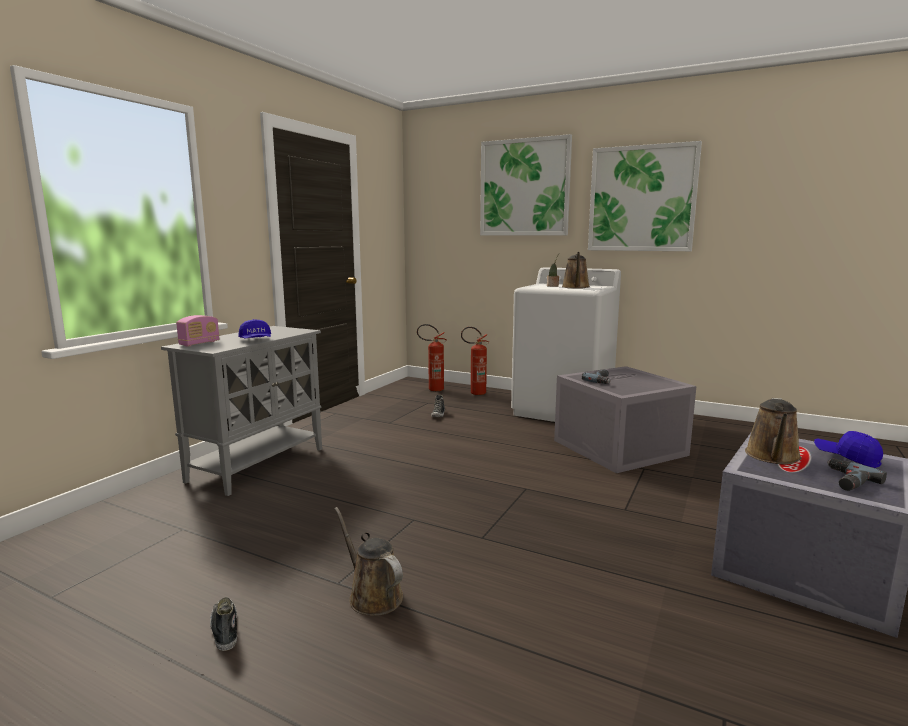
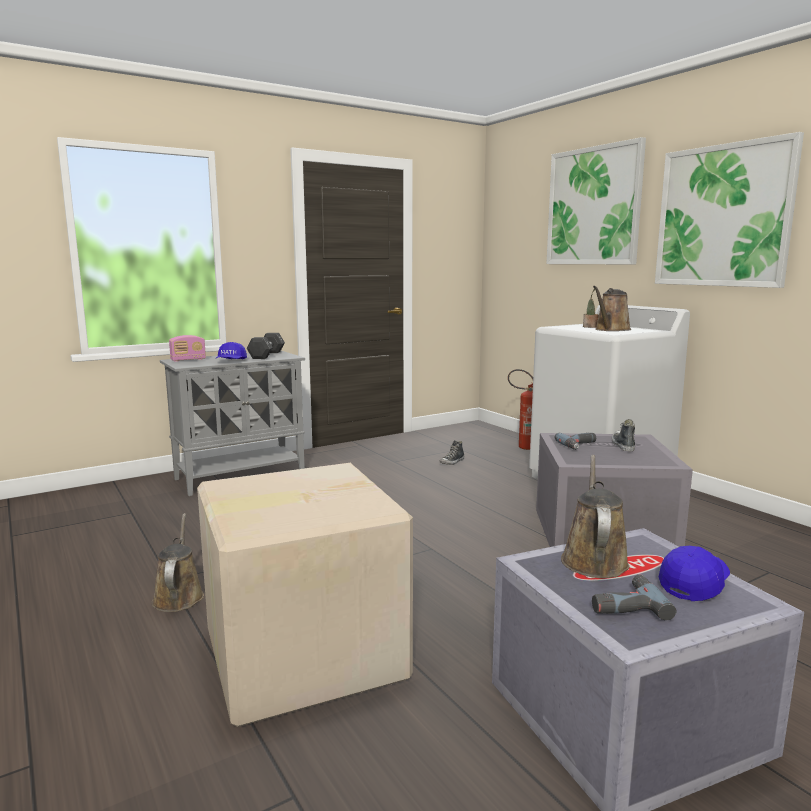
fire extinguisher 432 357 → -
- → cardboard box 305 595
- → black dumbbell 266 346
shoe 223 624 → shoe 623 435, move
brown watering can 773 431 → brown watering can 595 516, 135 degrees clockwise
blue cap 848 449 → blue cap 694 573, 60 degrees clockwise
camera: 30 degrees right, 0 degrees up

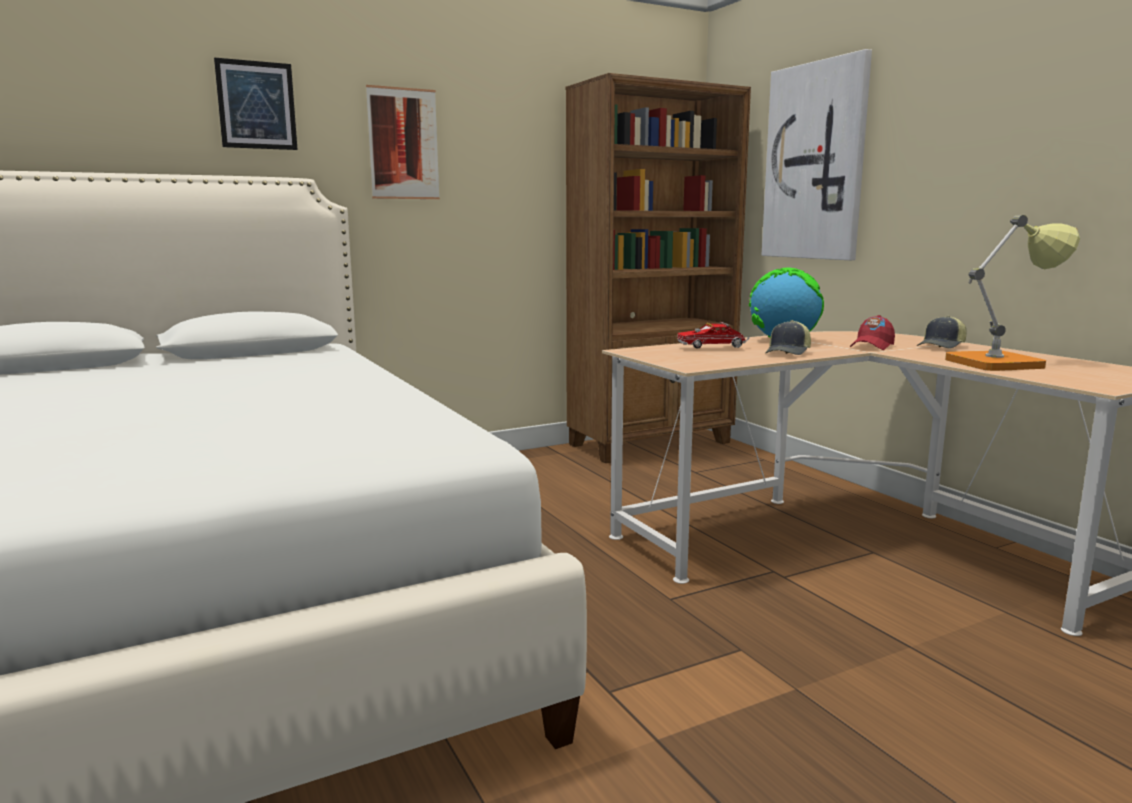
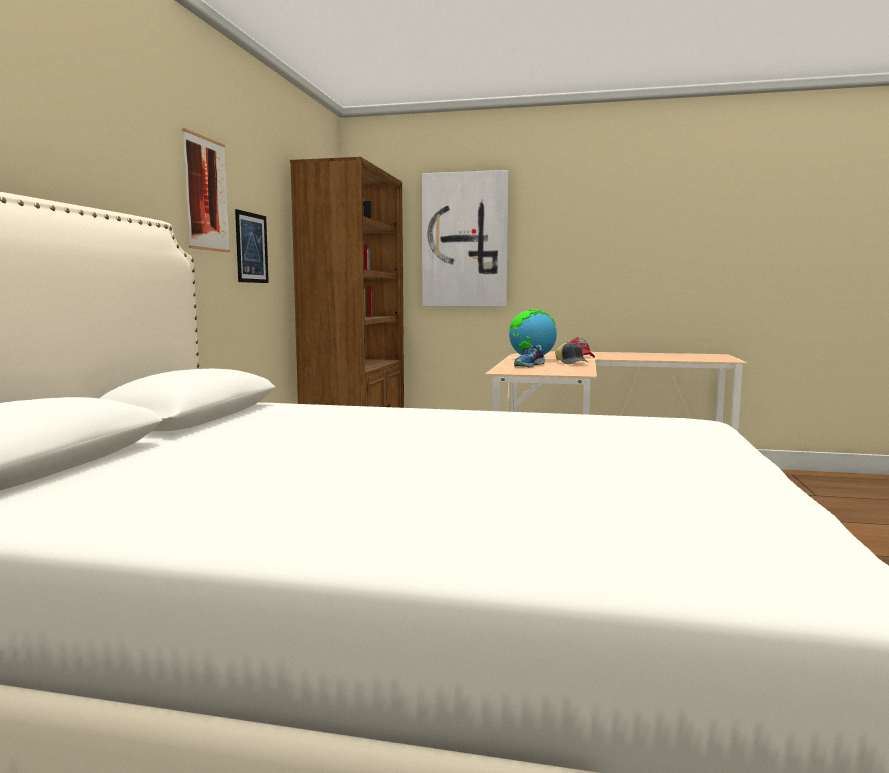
cap 941 332 → -
table lamp 1012 293 → -
picture 256 104 → picture 252 246, move
toy truck 713 335 → shoe 529 356
camera: 50 degrees left, 5 degrees down

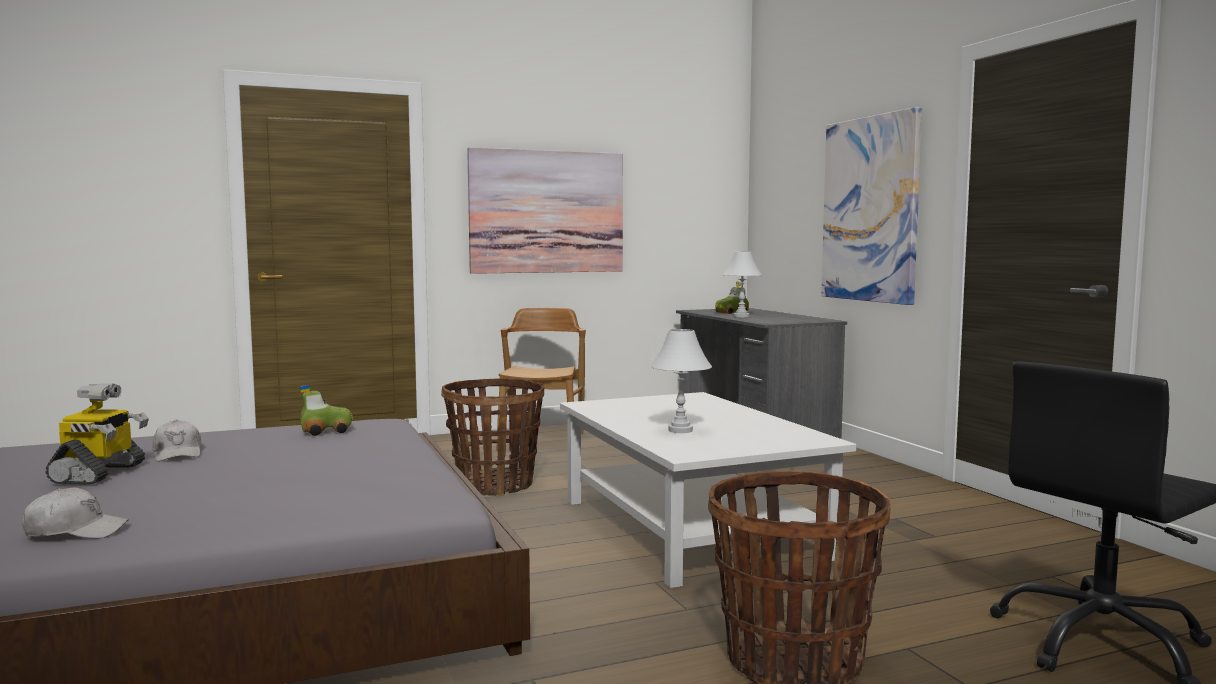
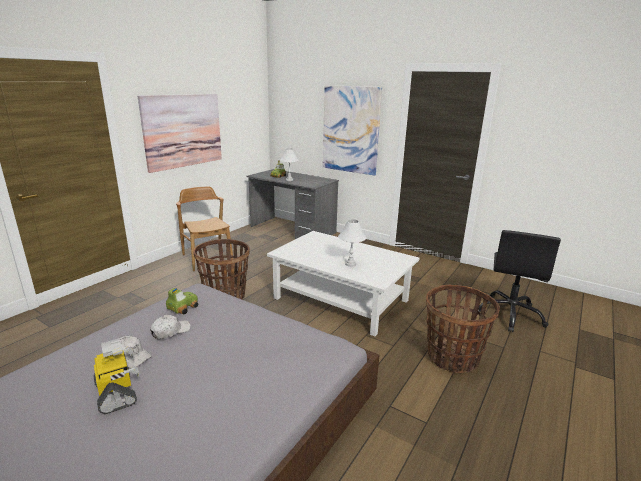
white cap 75 513 → white cap 170 327, move
camera: 35 degrees left, 15 degrees up

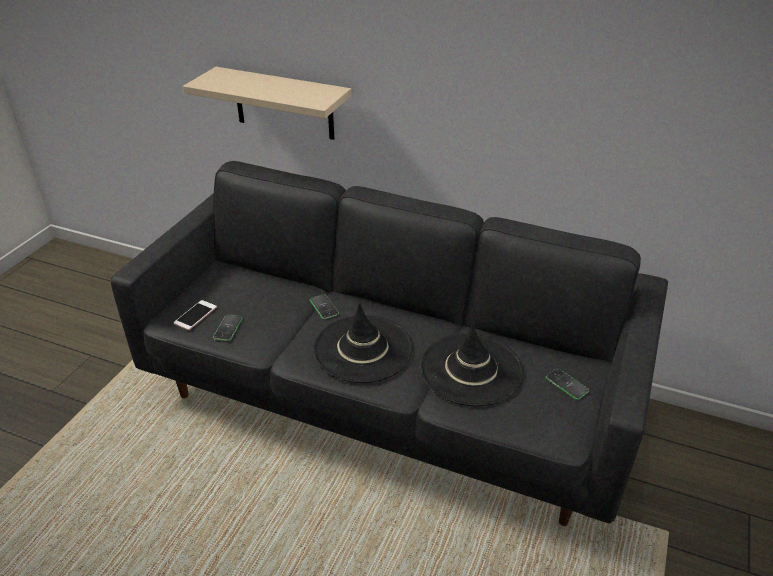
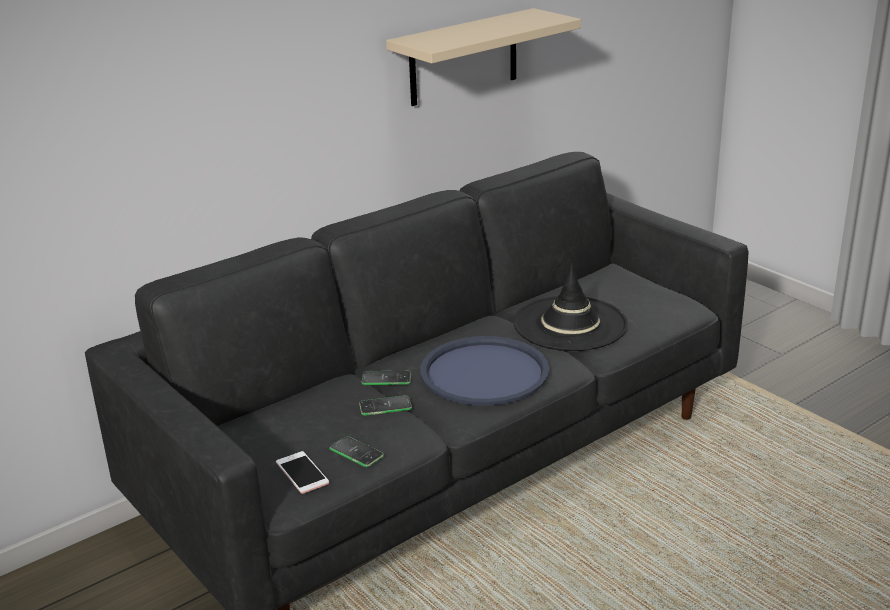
beige shelf 267 103 → beige shelf 483 57, move
phone 567 384 → phone 385 405, move
black hat 363 343 → blue tray 484 371
camera: 60 degrees left, 10 degrees down

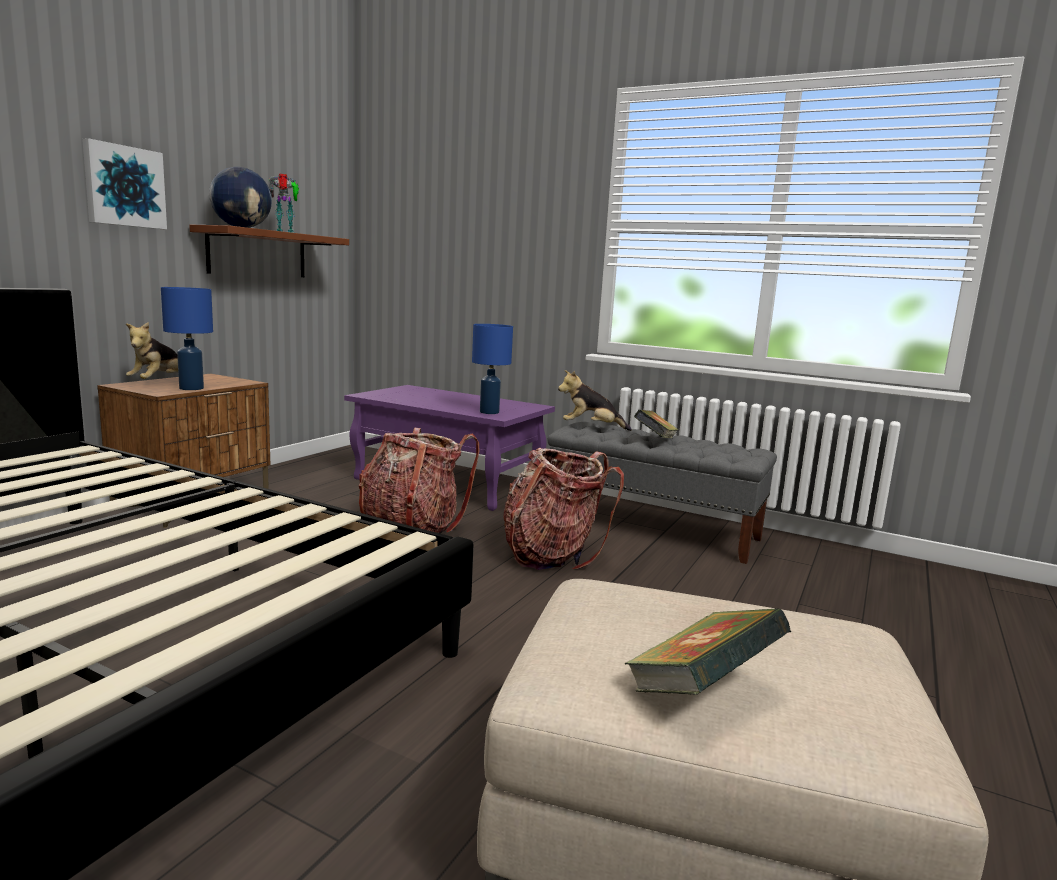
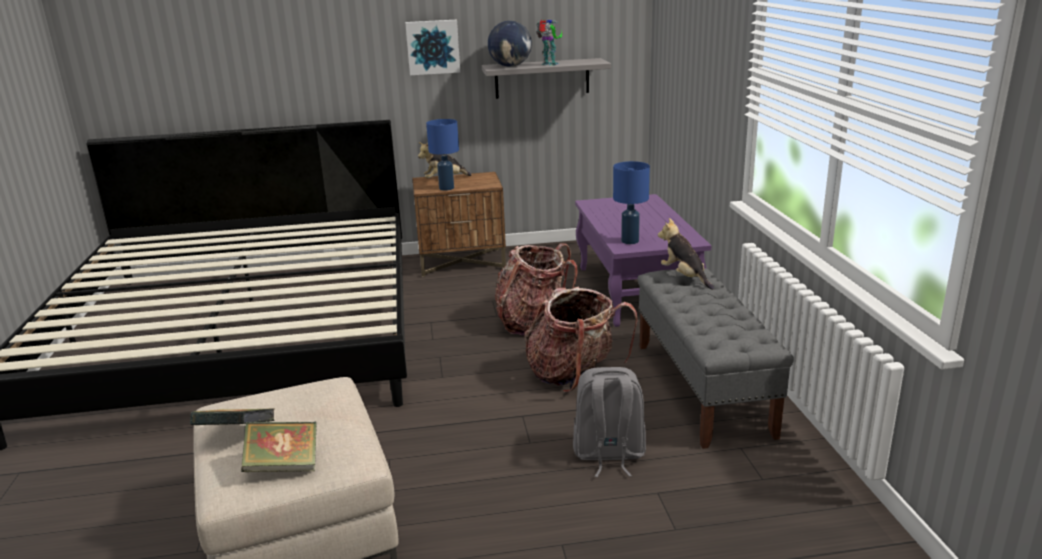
- → grey backpack 609 422
book 656 424 → book 279 447, move
brown shelf 269 251 → grey shelf 546 78
camera: 55 degrees right, 10 degrees up

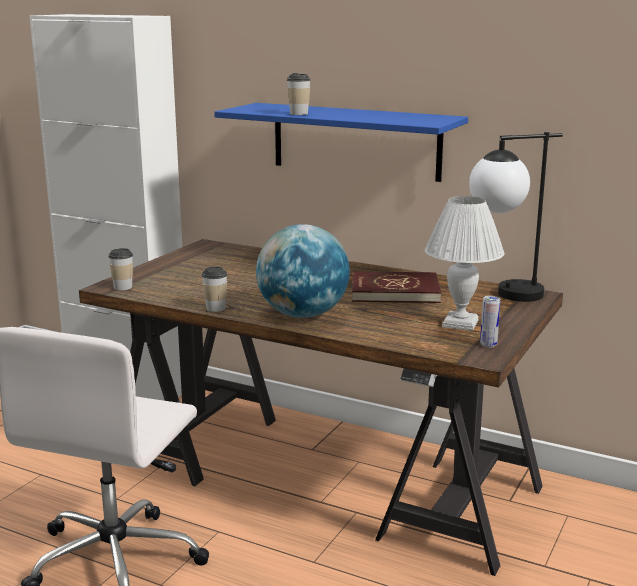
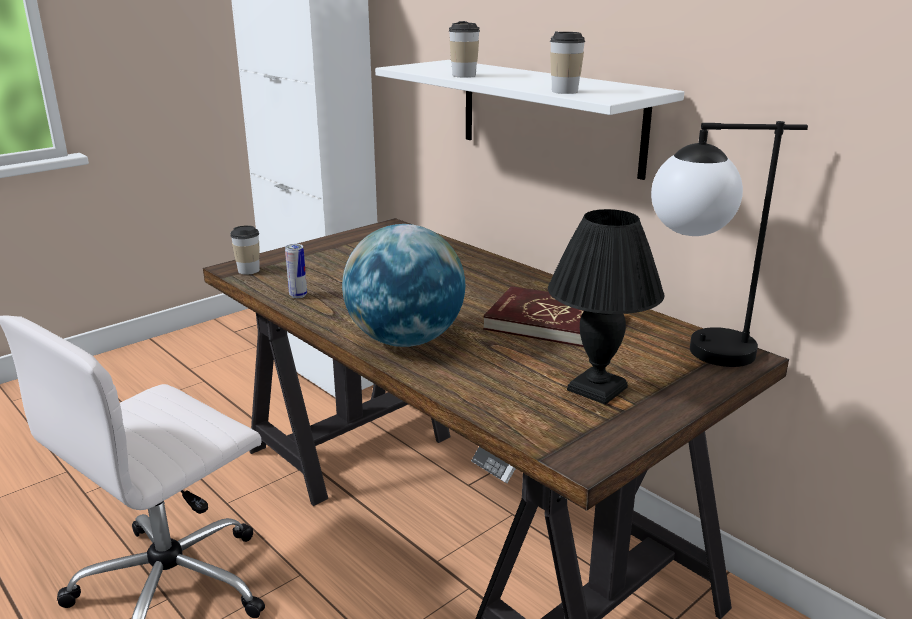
cup 215 289 → cup 567 62, move
can 490 322 → can 296 271, move
blue shelf 341 142 → white shelf 529 120
white table lamp 465 263 → black table lamp 606 307
camera: 20 degrees right, 5 degrees up

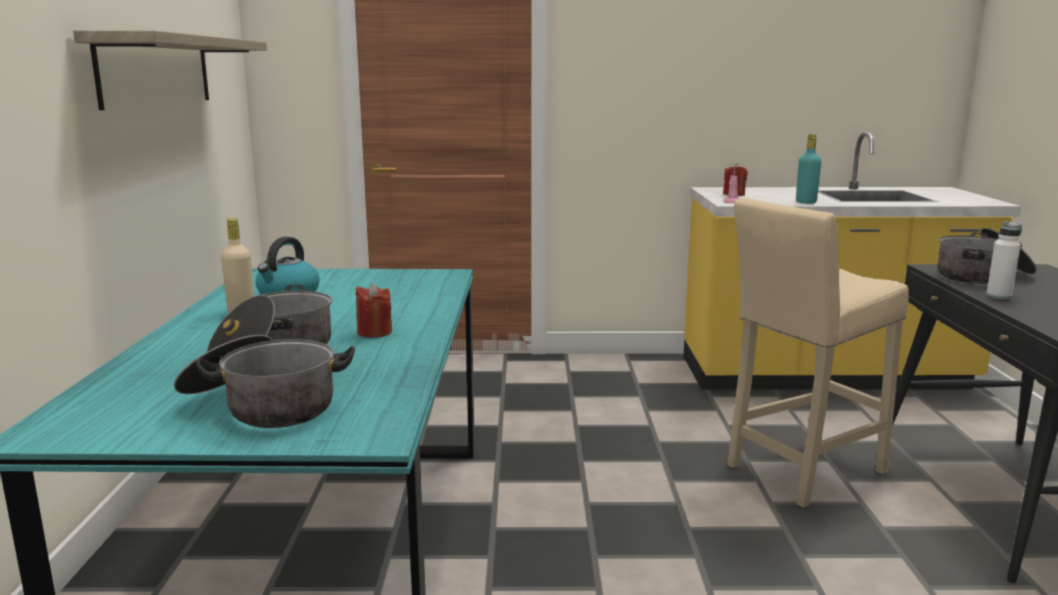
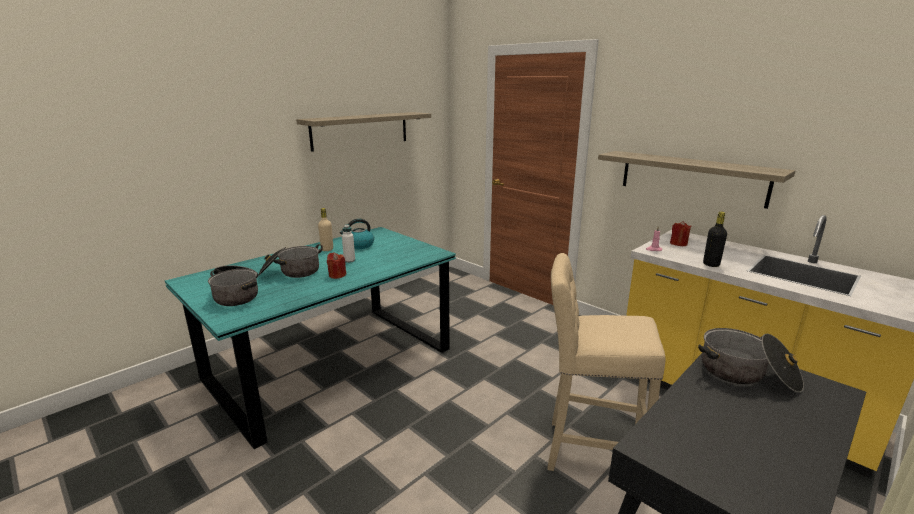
- → shelf 697 180
white bottle 1004 260 → white bottle 348 243, move
turquoise bottle 809 169 → black bottle 715 239
camera: 45 degrees right, 5 degrees up

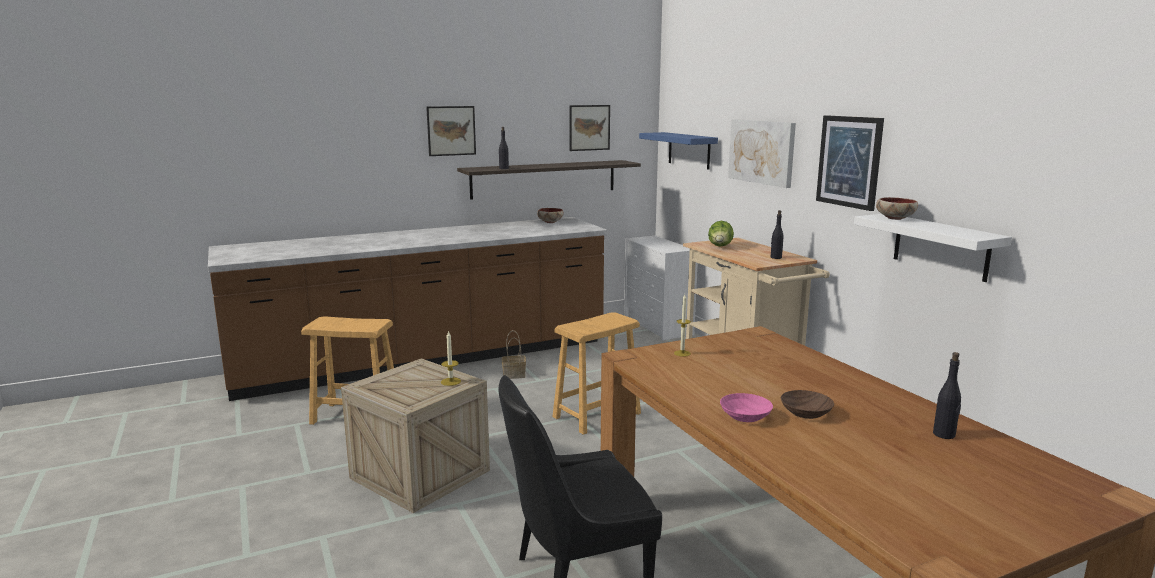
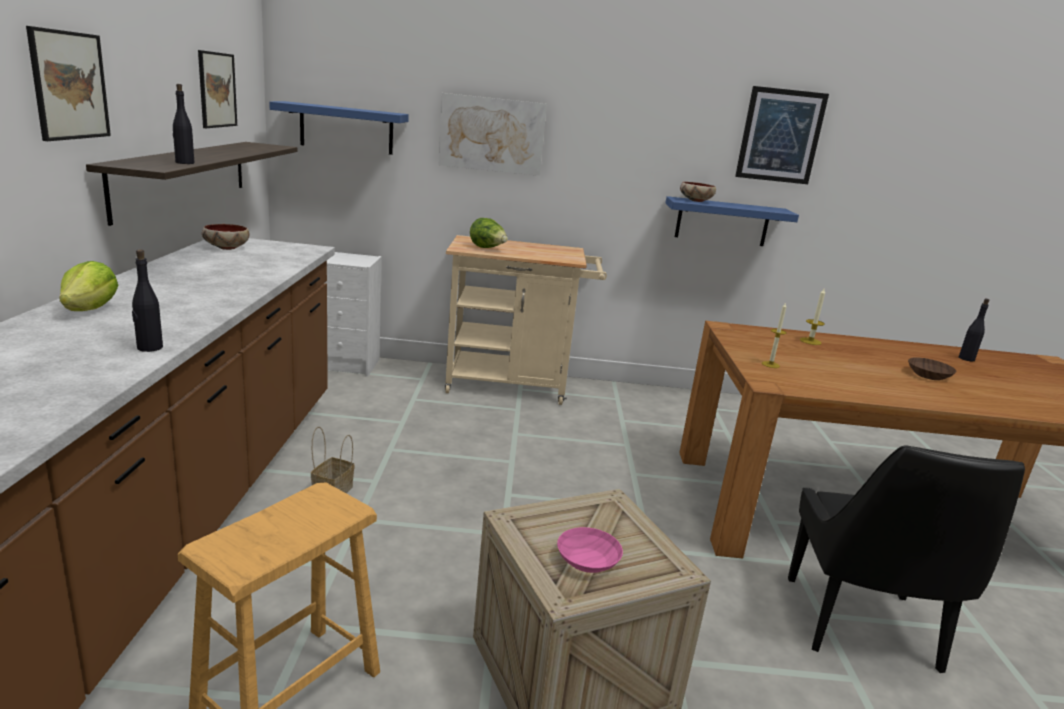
brown stool 596 373 → -
- → lettuce 89 286
candle 451 358 → candle 812 317, move
pink bowl 746 407 → pink bowl 590 550, move
black bottle 777 234 → black bottle 147 301, move
picture 850 163 → picture 782 135, move
white shelf 933 248 → blue shelf 732 221
camera: 65 degrees left, 5 degrees up

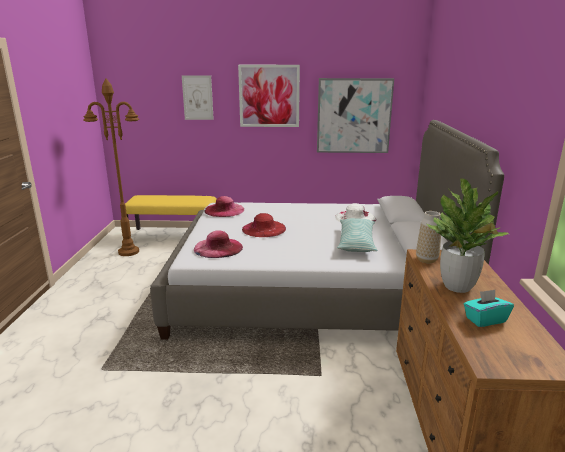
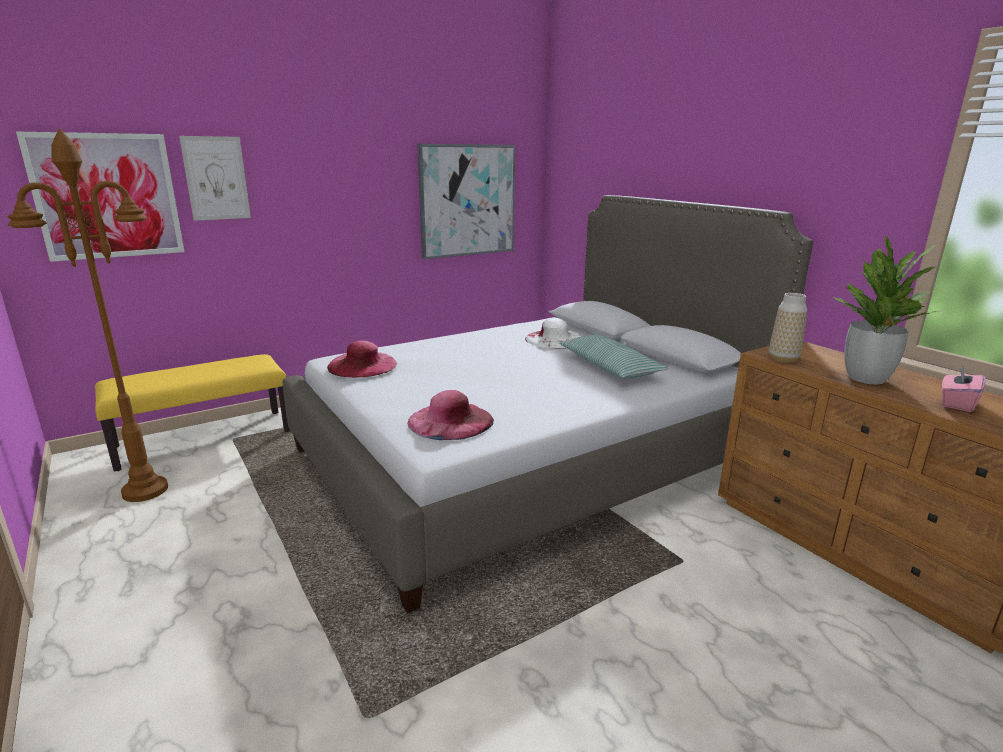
red hat 264 225 → -
picture 269 96 → picture 100 197, move
turquoise tissue box 489 308 → pink tissue box 963 388
camera: 35 degrees left, 0 degrees up

